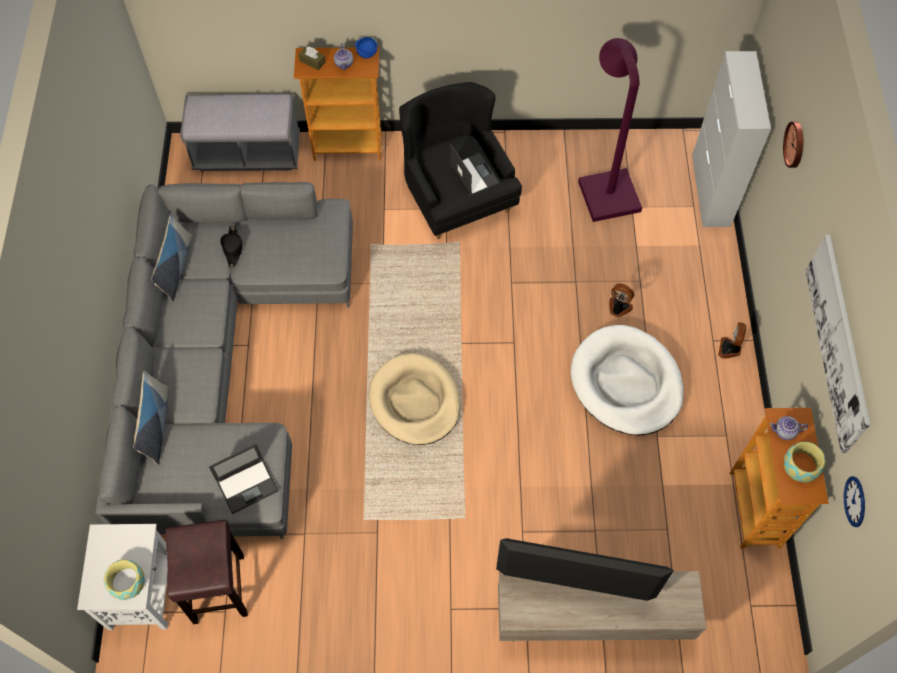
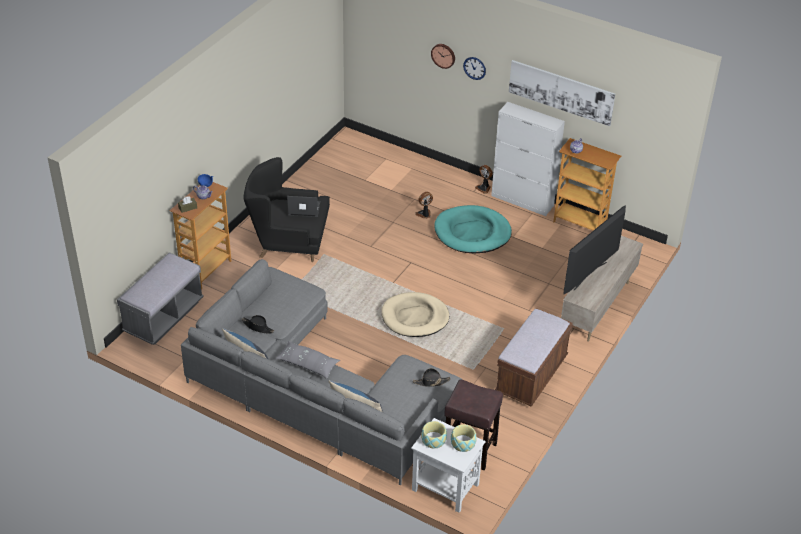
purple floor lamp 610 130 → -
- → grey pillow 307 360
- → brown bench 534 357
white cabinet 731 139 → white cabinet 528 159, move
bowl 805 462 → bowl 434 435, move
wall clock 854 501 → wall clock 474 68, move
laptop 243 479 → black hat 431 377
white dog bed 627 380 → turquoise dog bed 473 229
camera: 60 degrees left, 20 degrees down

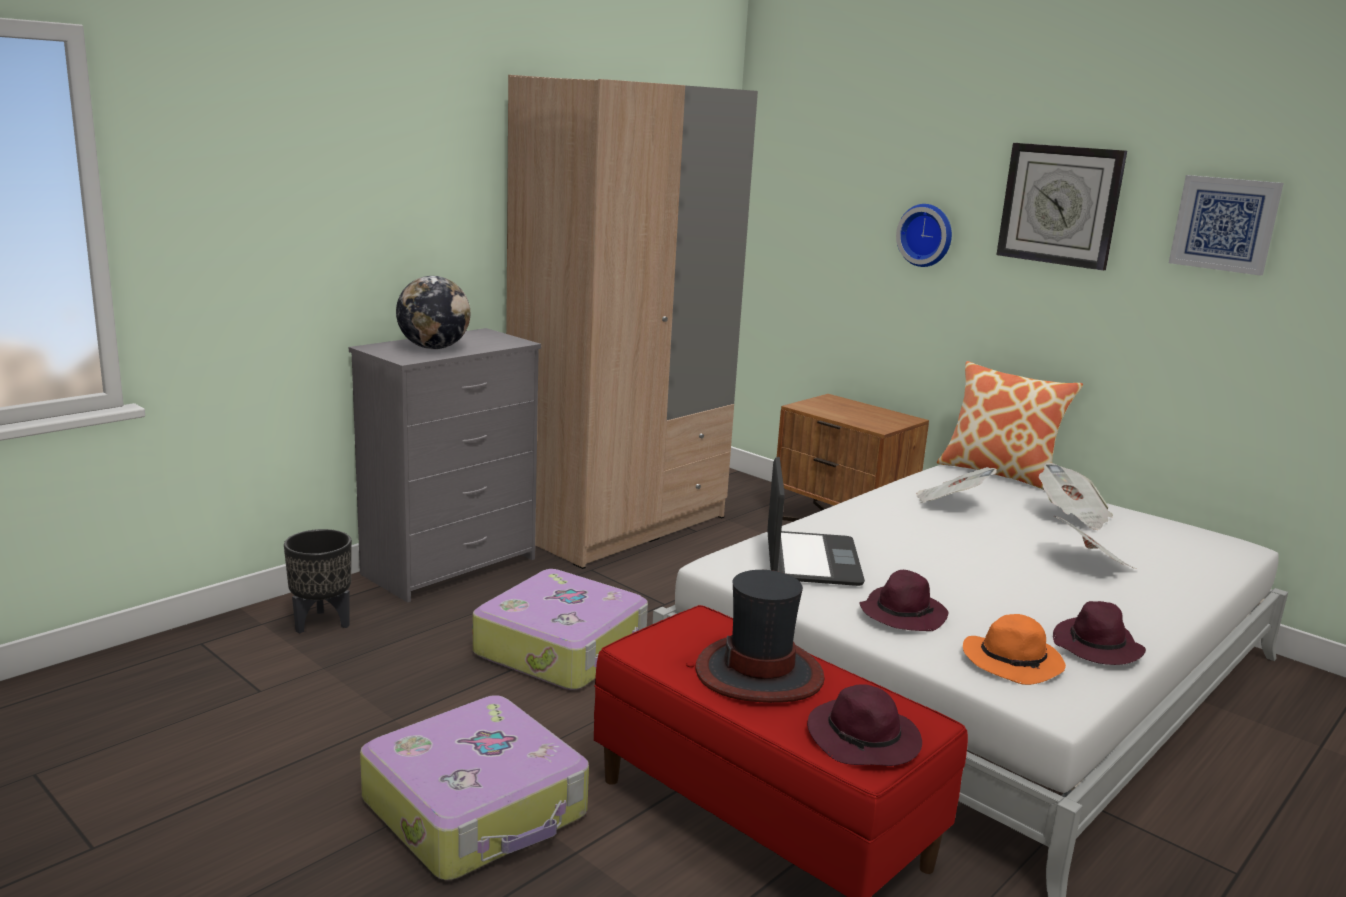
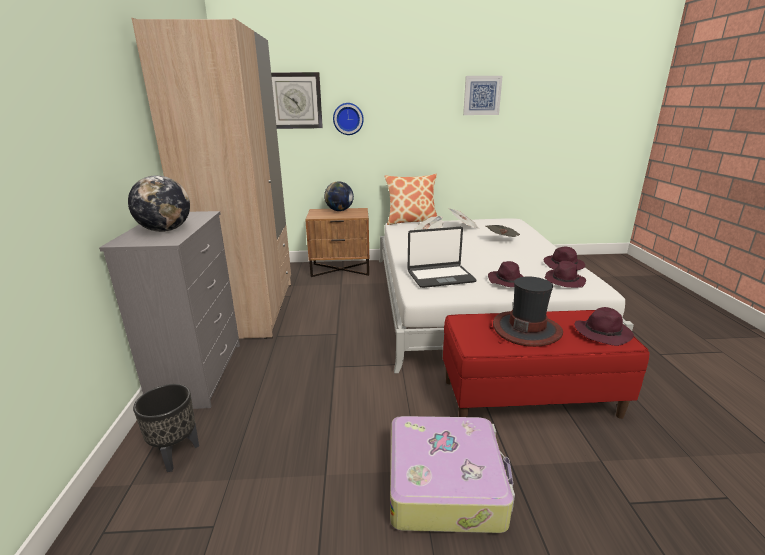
suitcase 560 629 → -
- → globe 339 196
wall clock 1061 207 → wall clock 297 100, move
orange hat 1014 649 → purple hat 565 274
laptop 816 521 → laptop 442 257, 120 degrees clockwise
camera: 45 degrees left, 5 degrees up

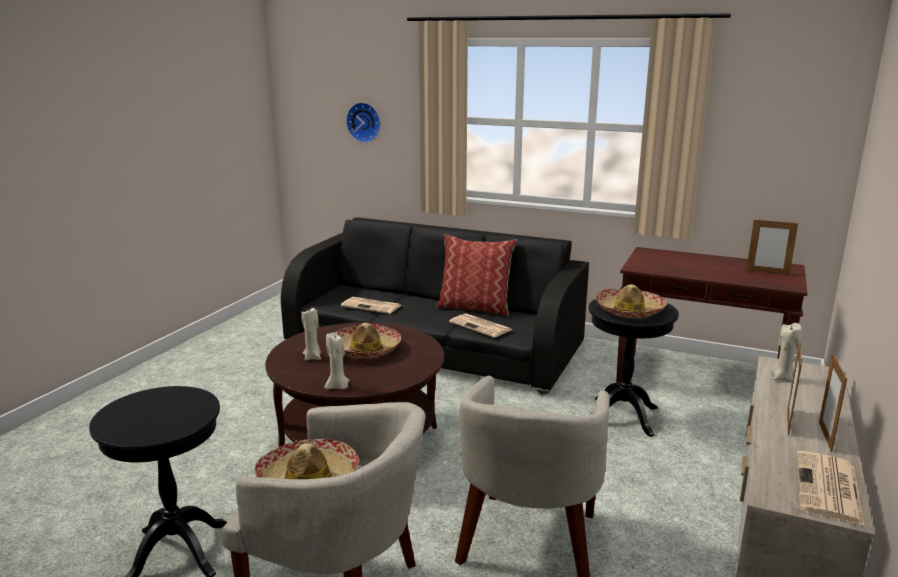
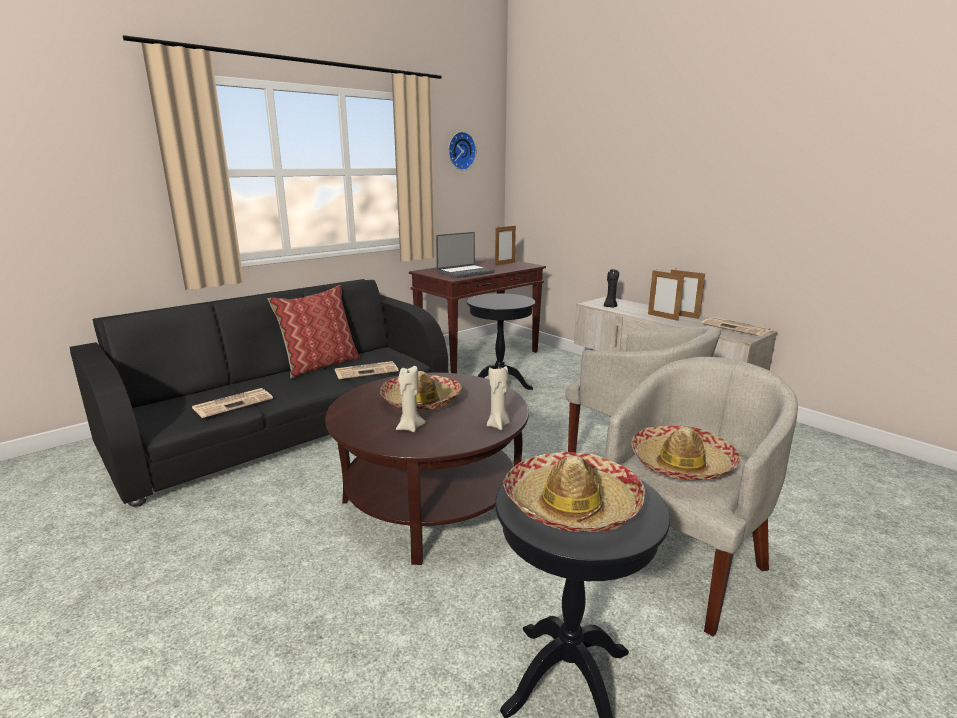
- → laptop 465 255
wall clock 363 122 → wall clock 462 151, move
hat 631 301 → hat 574 492, move
beige candle 786 352 → black candle 611 288
camera: 65 degrees left, 0 degrees up

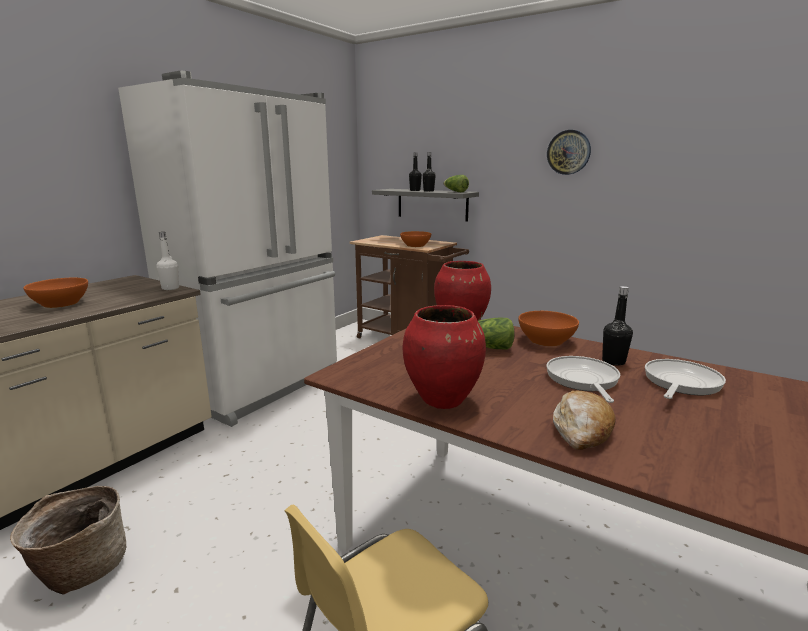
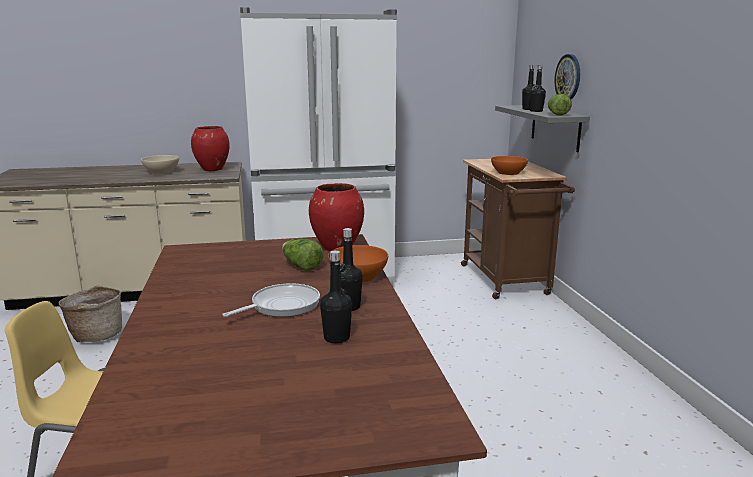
white bottle 167 261 → -
bread 584 420 → -
red vase 444 357 → red vase 210 148, move
wall clock 569 152 → wall clock 567 76, move
frying pan 685 379 → black bottle 336 296
orange bowl 56 293 → beige bowl 160 164
camera: 45 degrees right, 0 degrees up

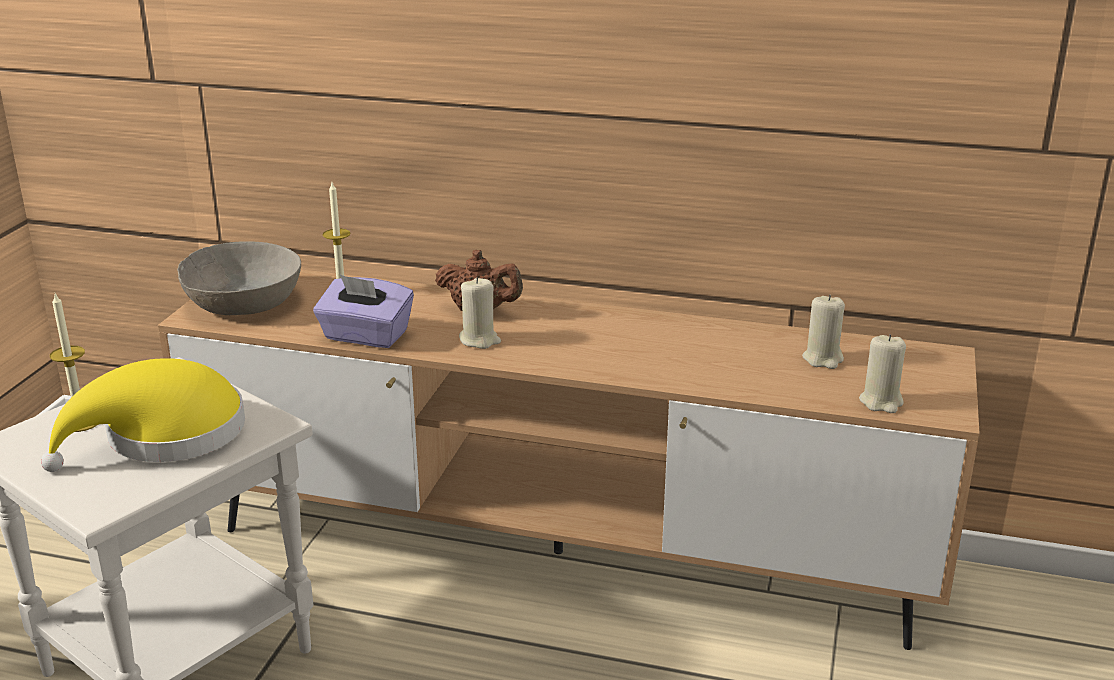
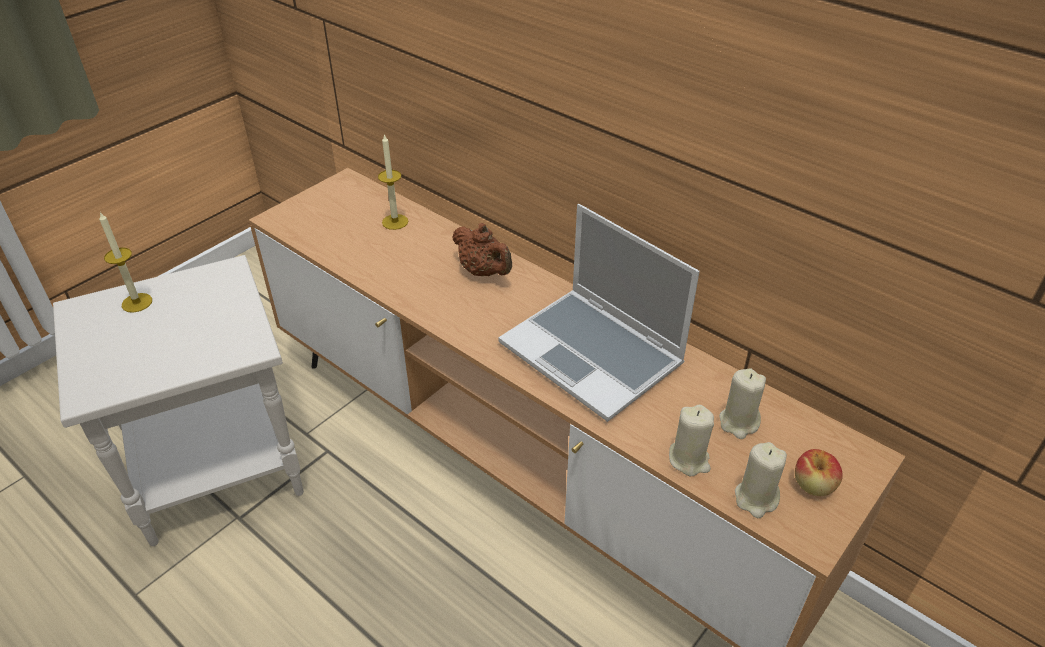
yellow hat 143 415 → -
grey bowl 239 278 → -
purple tissue box 363 311 → -
- → laptop 599 313
- → apple 819 472
beige candle 480 313 → beige candle 691 440, move
camera: 25 degrees right, 15 degrees up

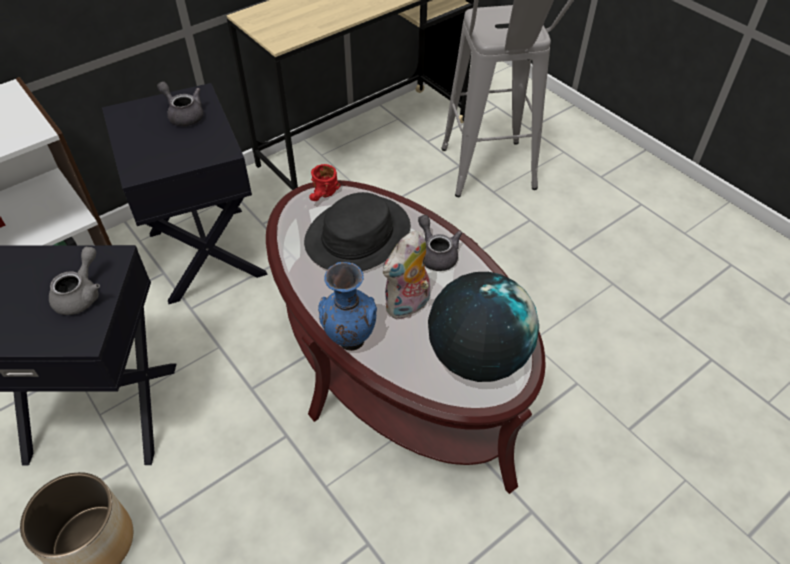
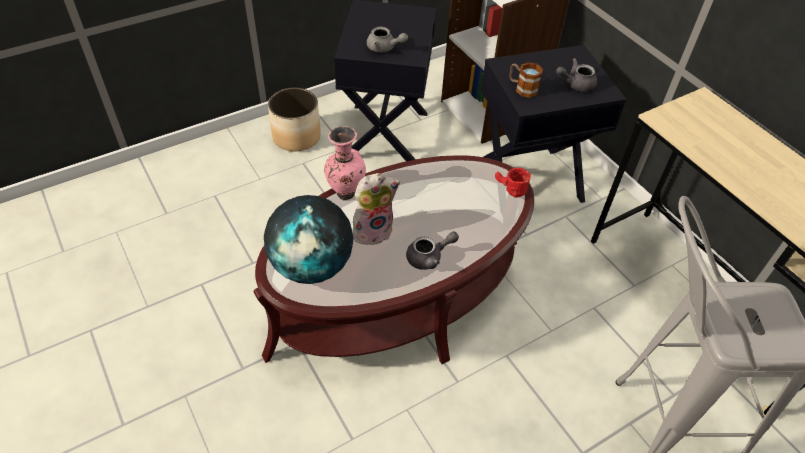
black hat 357 231 → -
- → mug 526 80
blue vase 347 306 → pink vase 345 163
grey teapot 180 103 → grey teapot 576 75, 150 degrees counterclockwise
plush toy 406 274 → plush toy 376 209, 105 degrees clockwise
camera: 95 degrees right, 0 degrees up

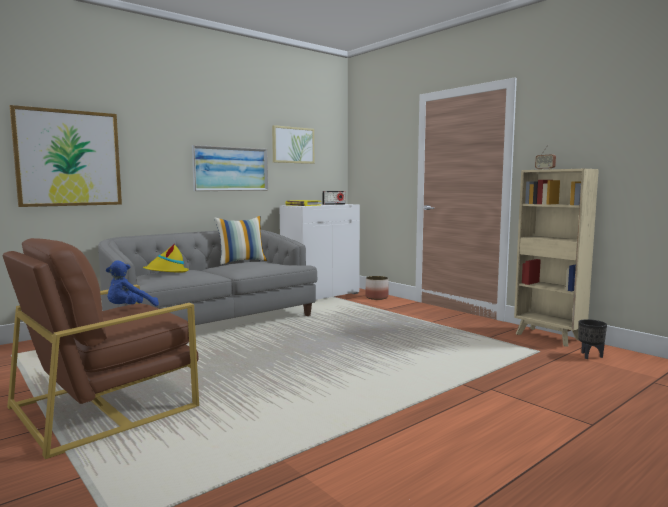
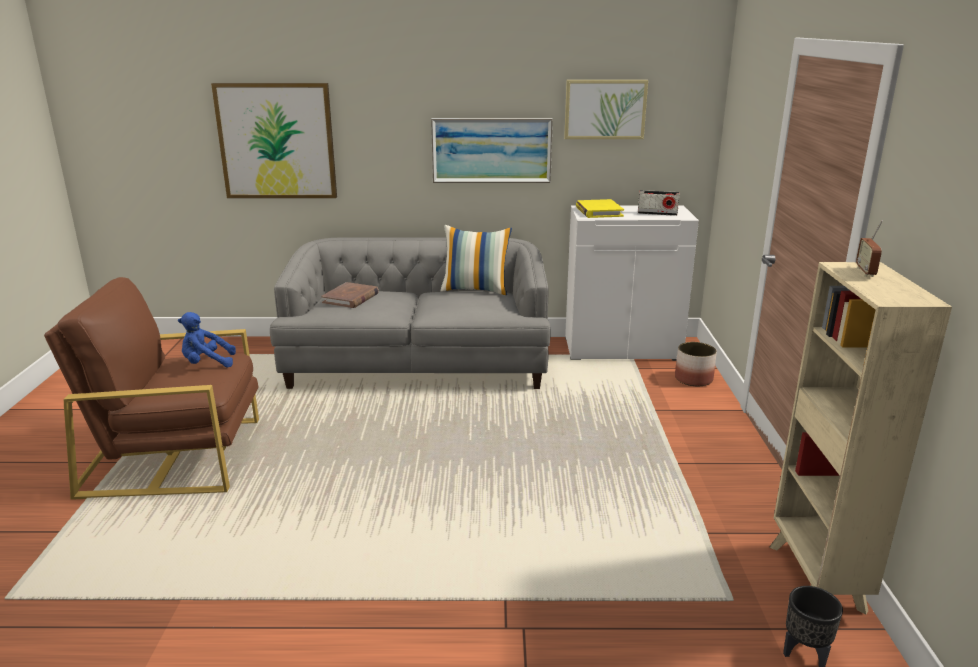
yellow hat 166 258 → brown book 350 295
camera: 40 degrees right, 15 degrees up

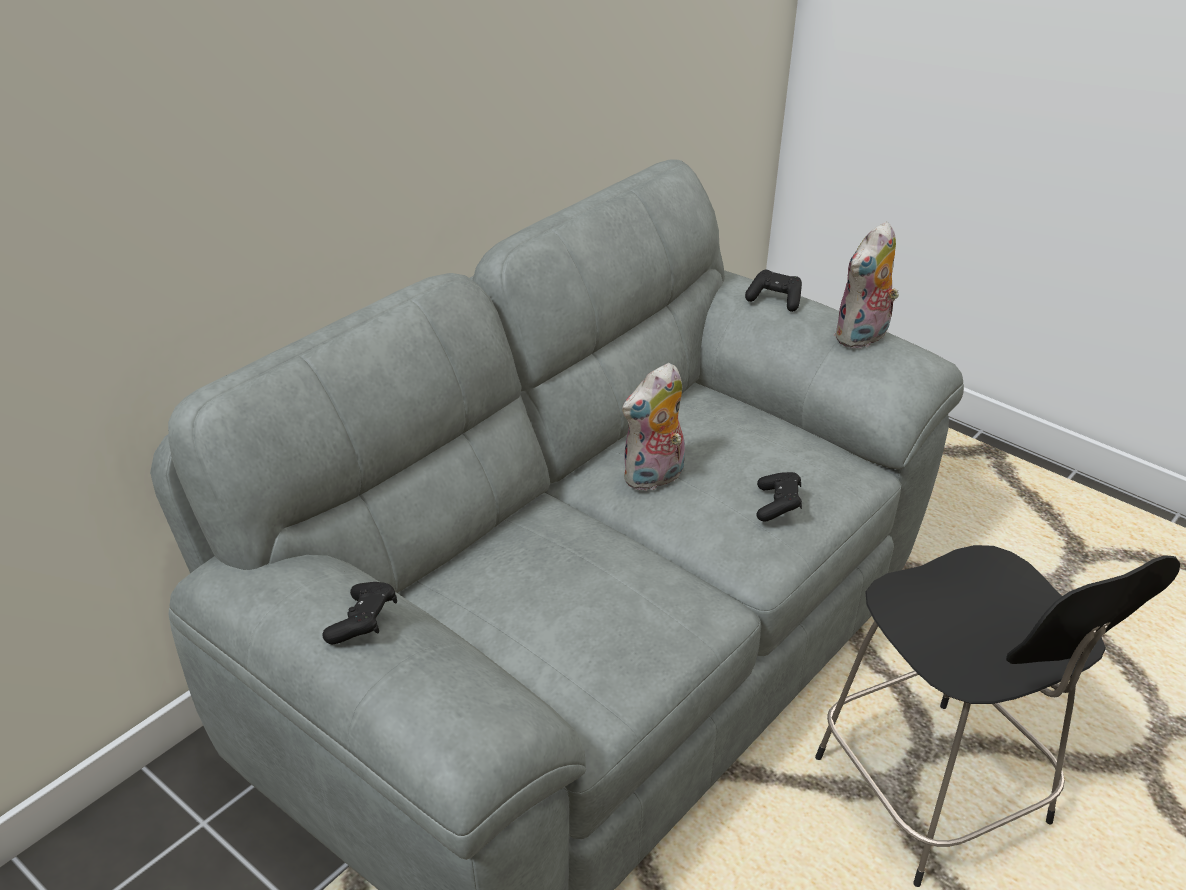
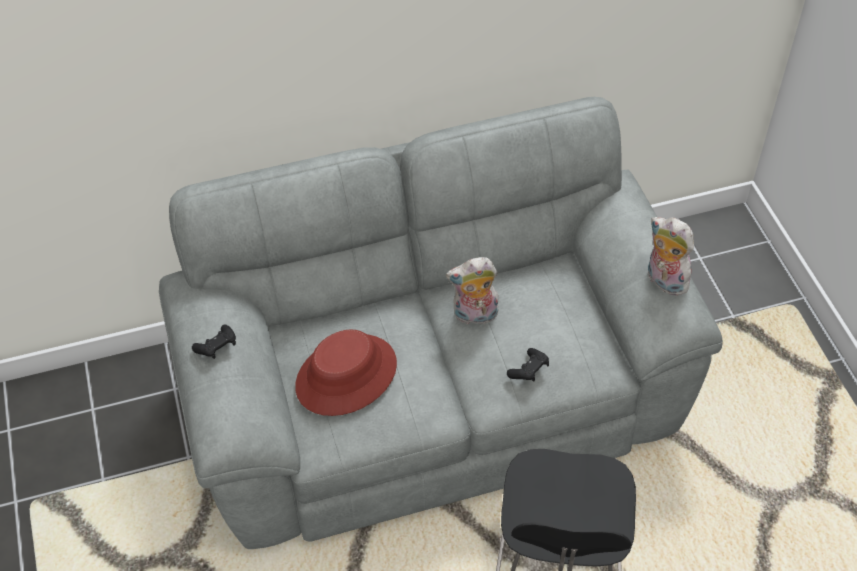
black game controller 773 291 → -
- → red hat 346 372
plush toy 866 285 → plush toy 671 256, 60 degrees clockwise
camera: 35 degrees right, 15 degrees up

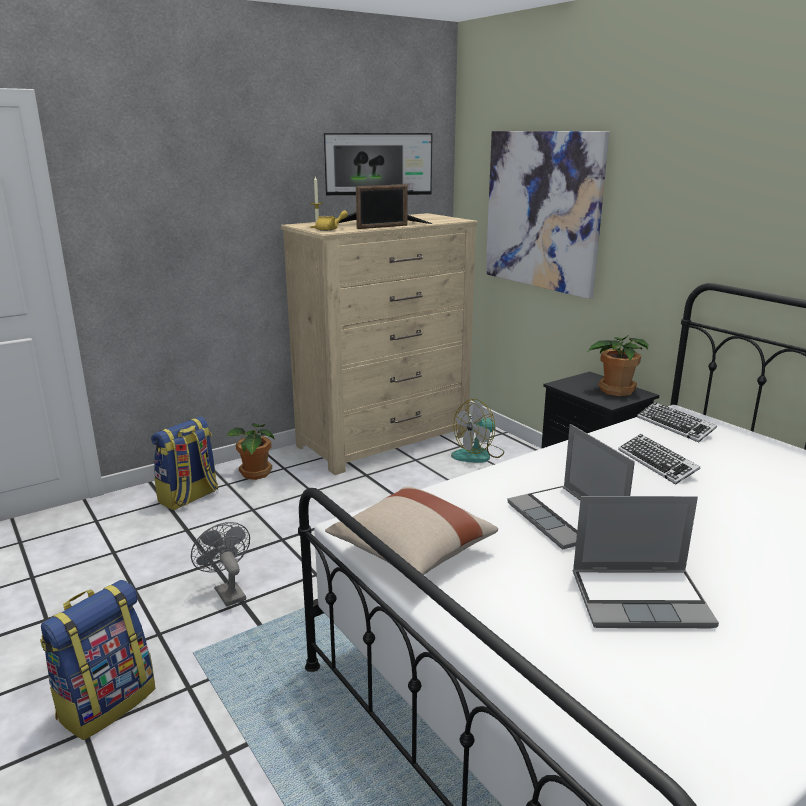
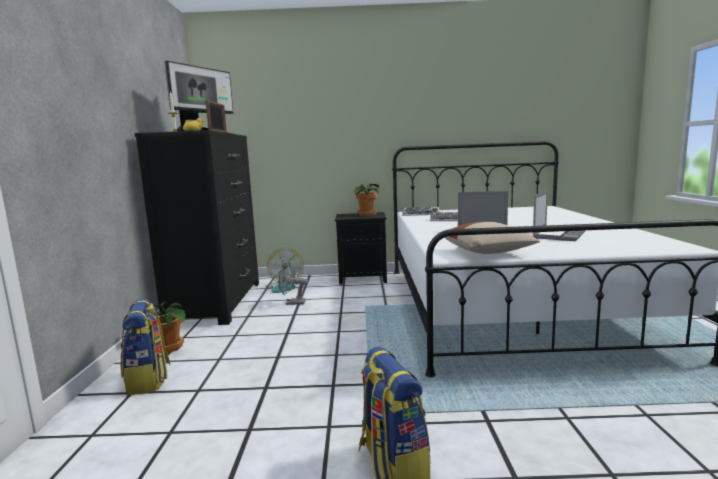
picture 547 215 → -
grey fan 220 564 → grey fan 293 284, move
beige dresser 379 344 → black dresser 197 227
camera: 55 degrees left, 10 degrees down

